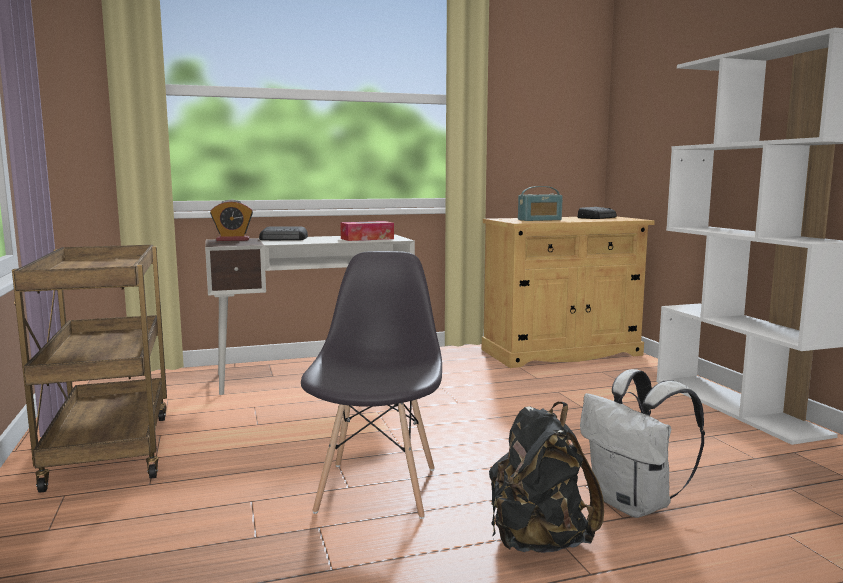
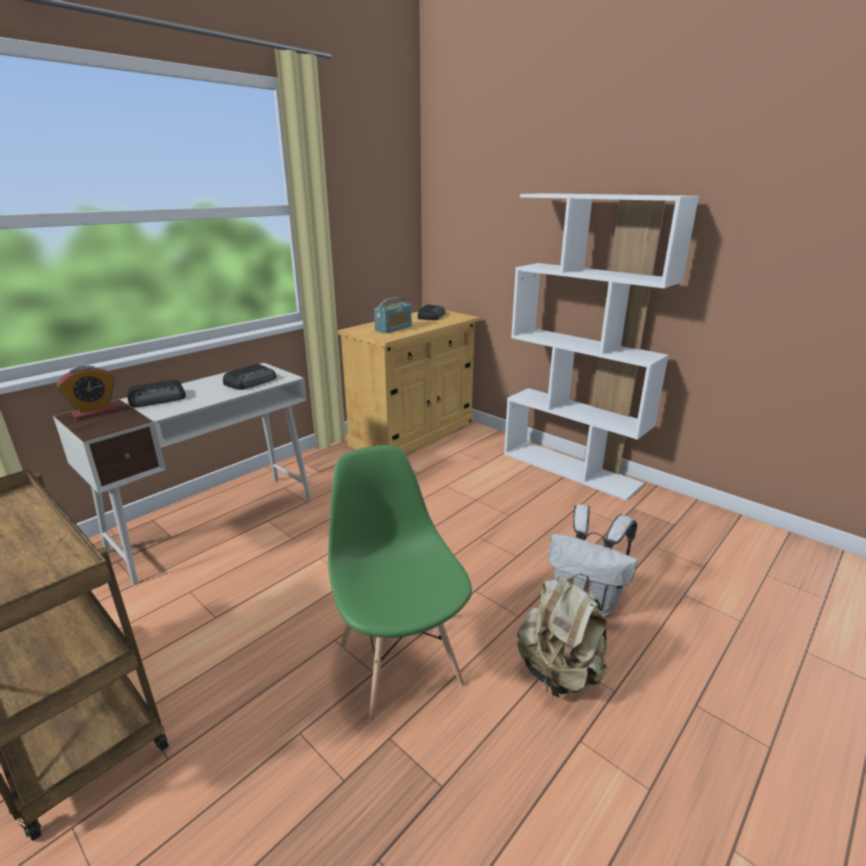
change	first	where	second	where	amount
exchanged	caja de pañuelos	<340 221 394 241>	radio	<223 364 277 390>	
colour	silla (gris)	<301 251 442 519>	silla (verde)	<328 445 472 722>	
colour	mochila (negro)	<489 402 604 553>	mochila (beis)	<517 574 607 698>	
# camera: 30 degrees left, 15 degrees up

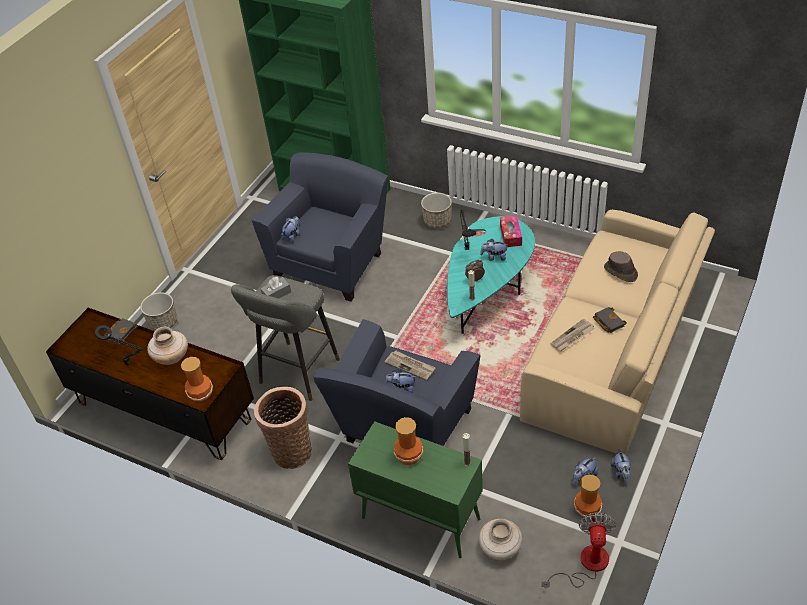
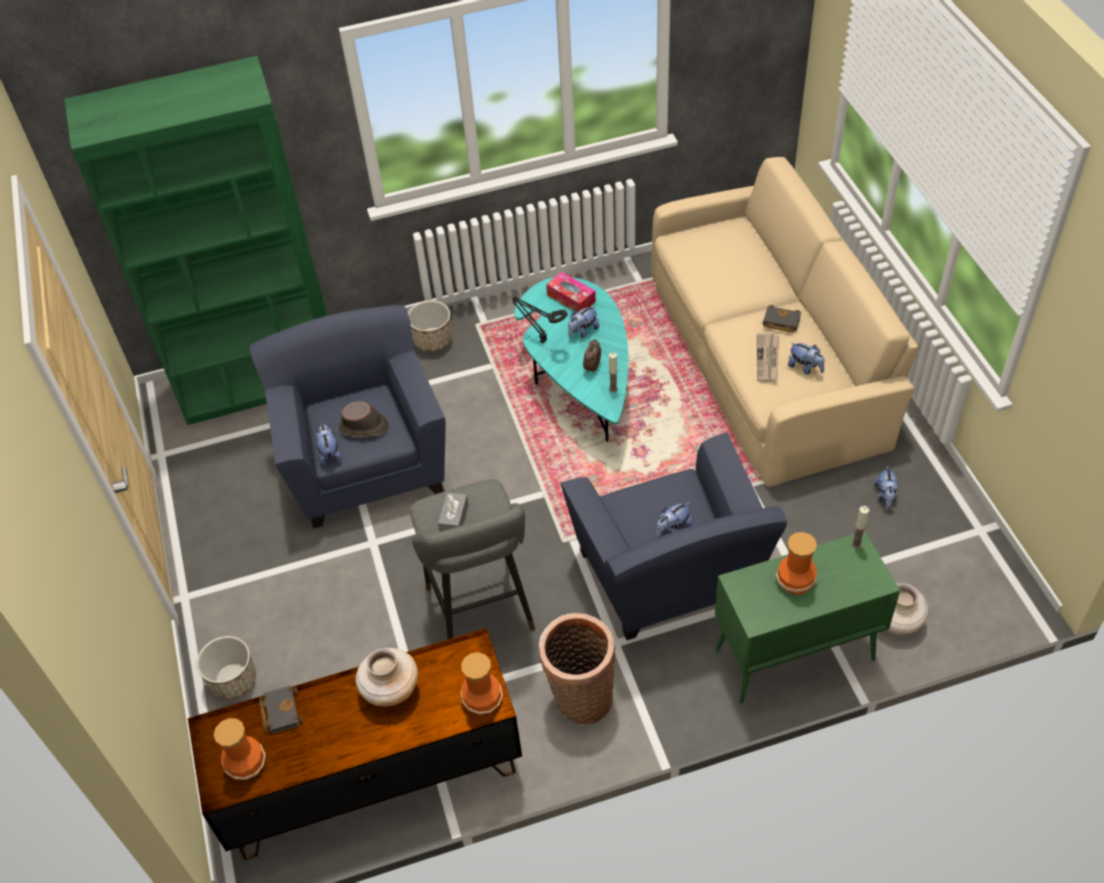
change	first	where	second	where	amount
relocated	florero	<574 474 602 518>		<214 718 266 780>	
relocated	sombrero (marrón)	<604 251 638 282>		<338 401 389 437>	
relocated	peluche	<611 449 631 484>		<788 342 824 375>	
missing	lámpara de mesa (negro)	<95 325 143 365>			
missing	periódico	<385 350 436 380>			
missing	ventilador	<542 513 616 588>			
# camera: 45 degrees left, 5 degrees up

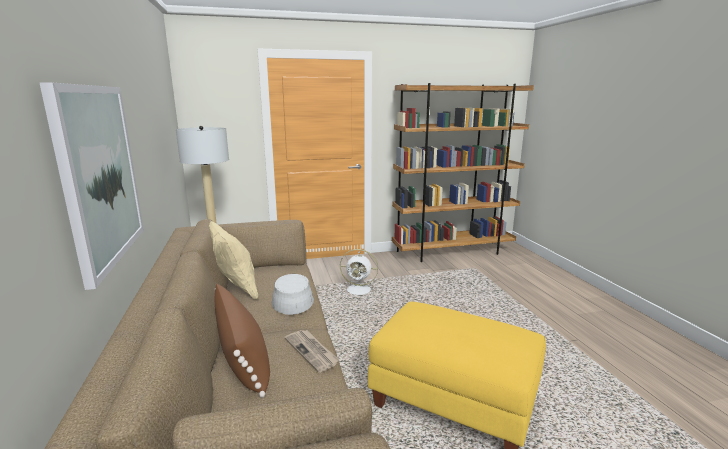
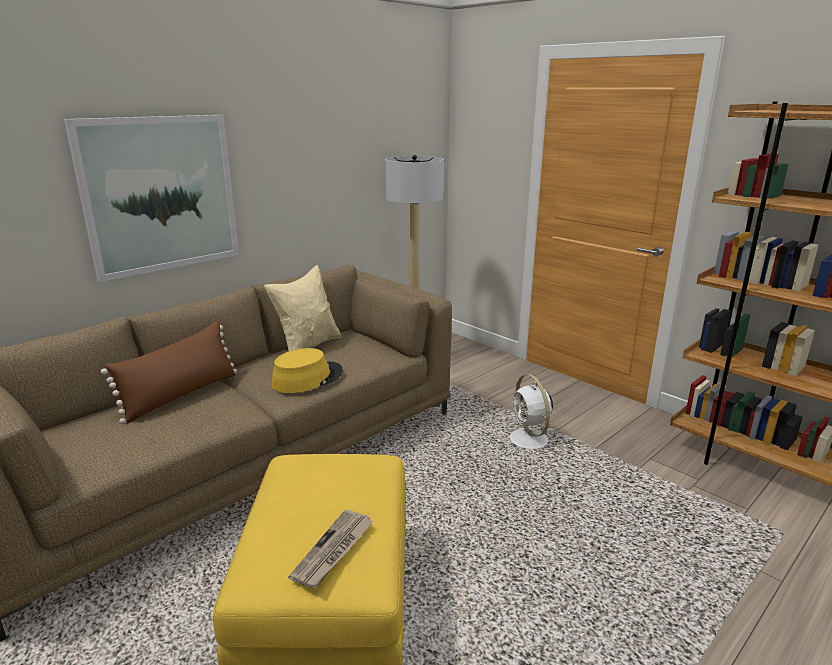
change	first	where	second	where	amount
colour	sombrero (gris)	<272 274 314 315>	sombrero (amarillo)	<271 348 342 393>	
relocated	periódico	<285 330 340 372>		<288 509 373 588>	
# camera: 60 degrees right, 5 degrees up

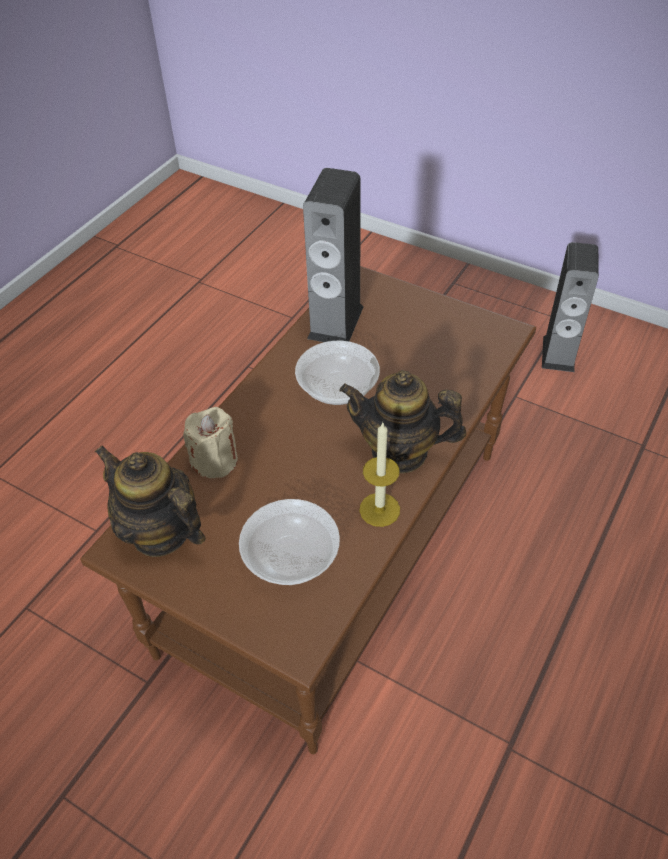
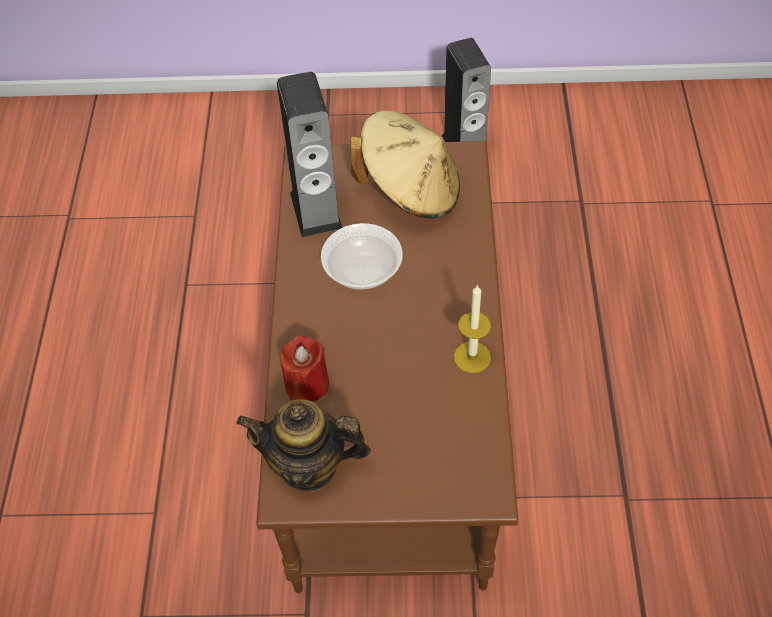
change	first	where	second	where	amount
colour	vela (beis)	<183 407 238 478>	vela (rojo)	<280 336 329 402>	
appeared			sombrero (beis)	<350 110 460 219>	
missing	cuenco	<239 499 340 585>			
missing	tetera	<339 370 466 473>			
# camera: 30 degrees left, 5 degrees up

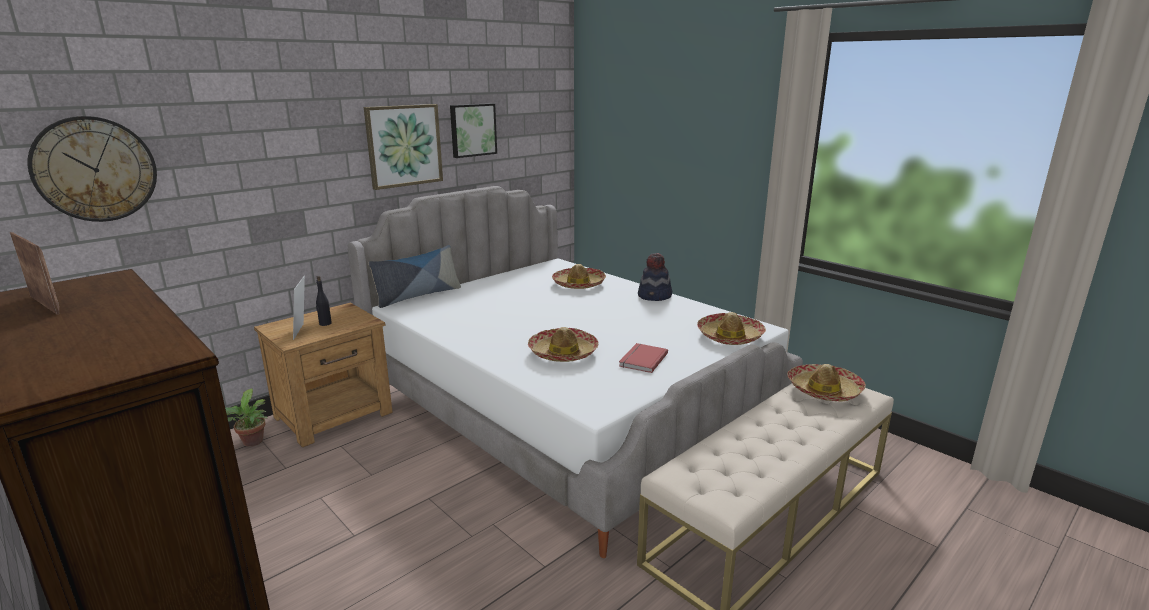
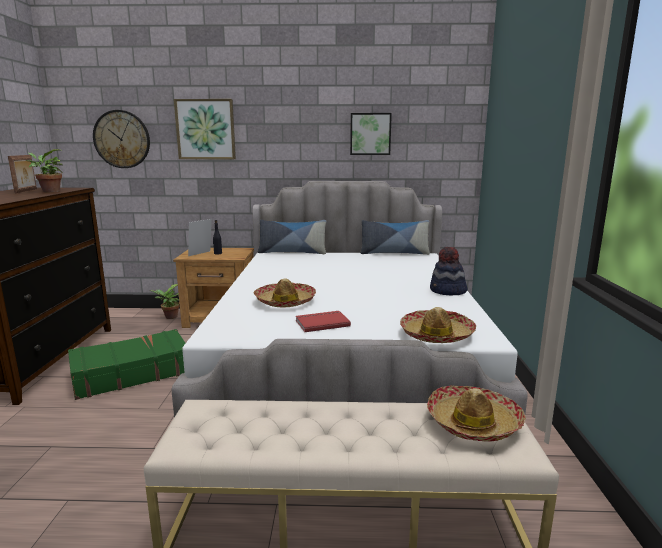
change	first	where	second	where	amount
appeared			planta en maceta	<26 149 63 192>	
appeared			maleta (verde)	<68 329 185 400>	
relocated	cuadro	<364 104 443 190>		<174 99 236 159>	
appeared			cojín	<360 220 430 255>	
missing	sombrero	<552 264 606 289>			
# camera: 45 degrees right, 5 degrees down

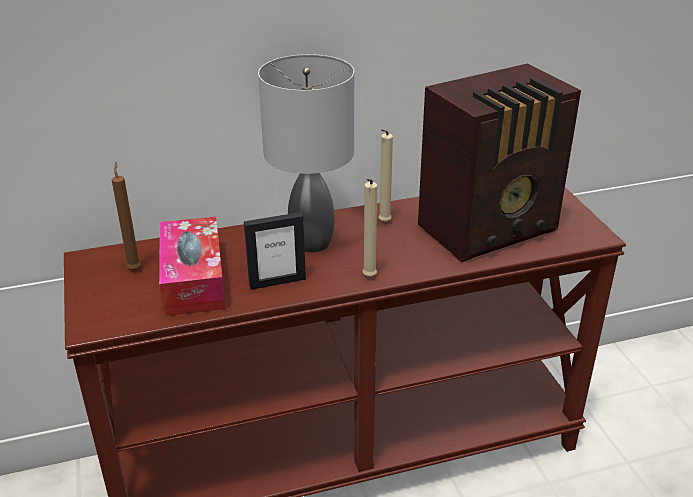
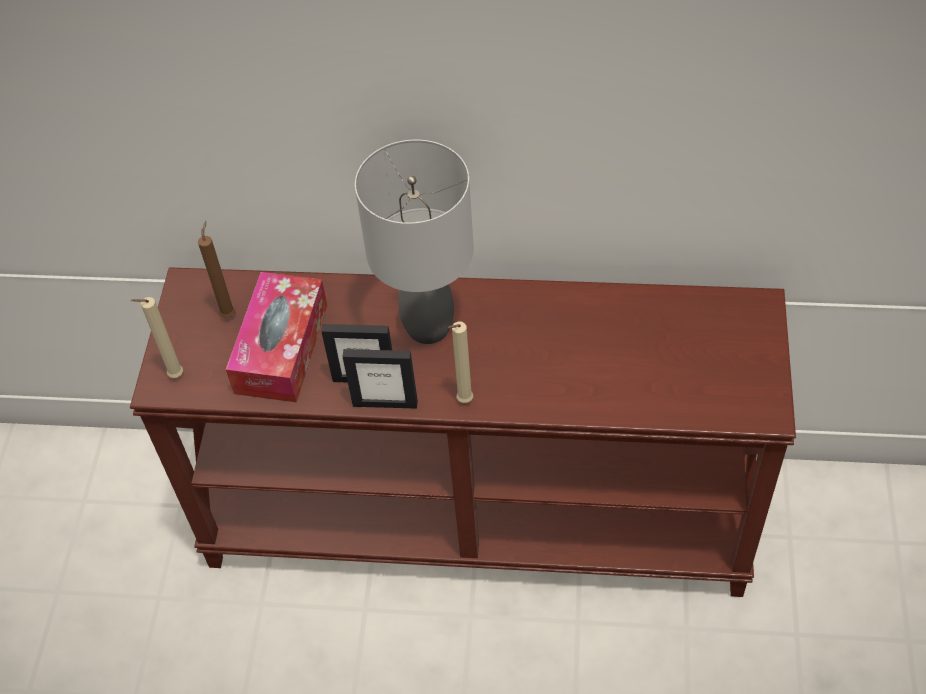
change	first	where	second	where	amount
relocated	vela (beis)	<378 129 393 222>		<130 297 183 378>	
appeared			portarretratos	<342 349 418 409>	
missing	radio	<418 64 581 262>			
# camera: 25 degrees right, 20 degrees up

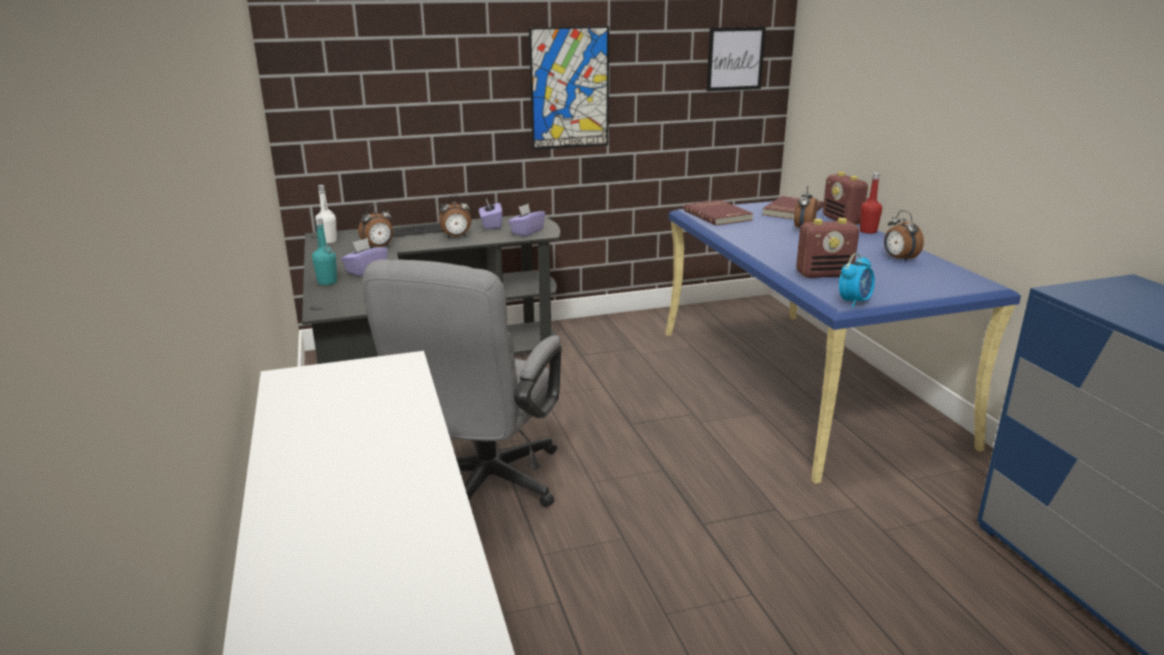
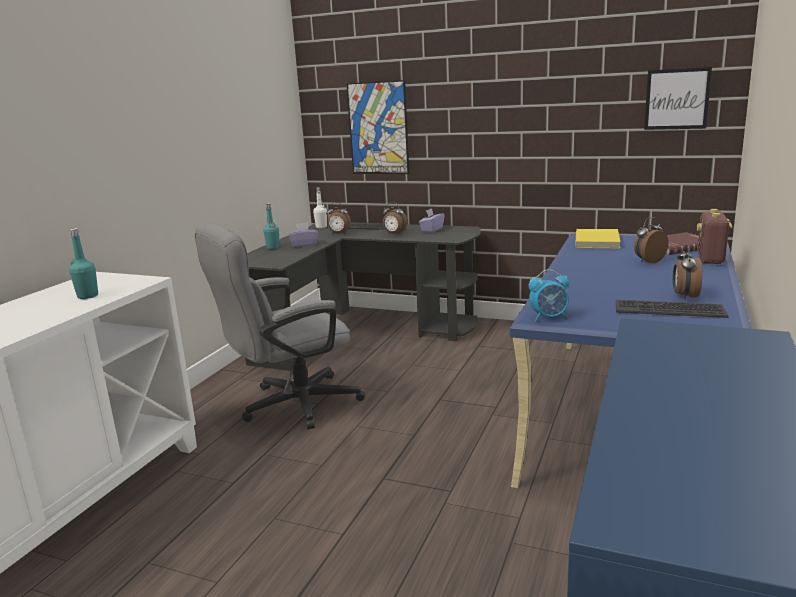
change	first	where	second	where	amount
appeared			botella (turquesa)	<69 228 98 299>	
relocated	cuadro	<529 26 609 150>		<346 80 409 174>	
colour	libro (rojo)	<684 200 754 226>	libro (amarillo)	<575 229 621 249>	
appeared			teclado	<616 300 729 318>	
missing	caja de pañuelos (morado)	<508 204 545 236>			
missing	radio	<796 218 859 278>			
missing	botella (rojo)	<860 173 882 234>			
# camera: 40 degrees right, 5 degrees down

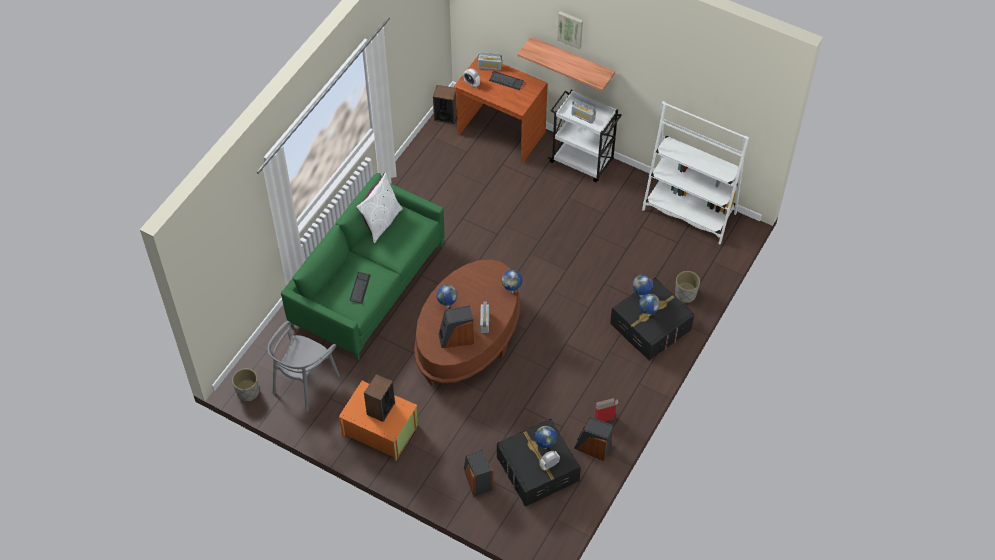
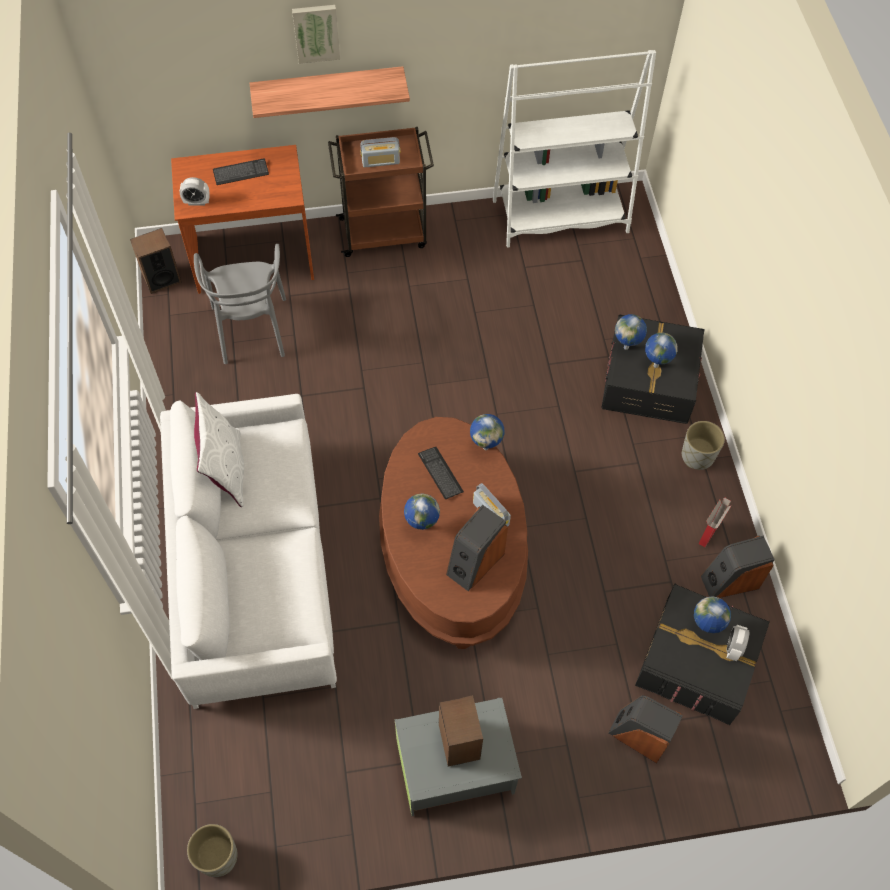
change	first	where	second	where	amount
colour	sofá (verde)	<281 173 444 361>	sofá (blanco)	<160 394 337 709>	
relocated	silla (gris)	<268 321 340 411>		<194 244 286 364>	
colour	carrito (blanco)	<548 90 622 182>	carrito (marrón)	<328 127 434 257>	
colour	caja de almacenaje (naranja)	<339 380 418 461>	caja de almacenaje (gris)	<395 698 522 816>	
relocated	teclado	<350 272 371 304>		<418 447 464 499>	
relocated	maceta (gris)	<675 271 700 303>		<682 421 725 470>	
missing	radio	<478 52 502 71>			
# camera: 40 degrees left, 5 degrees up

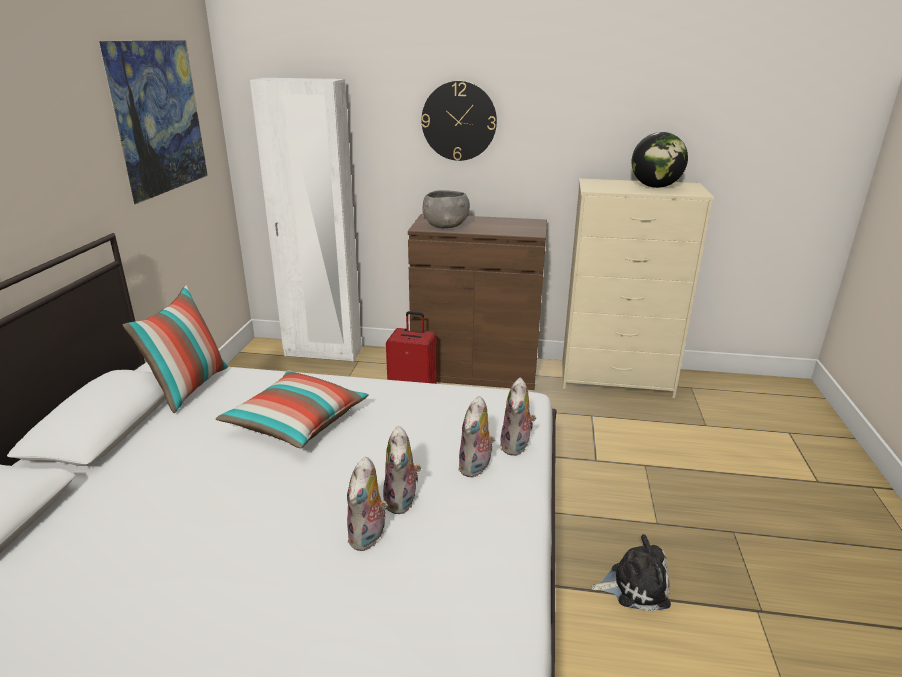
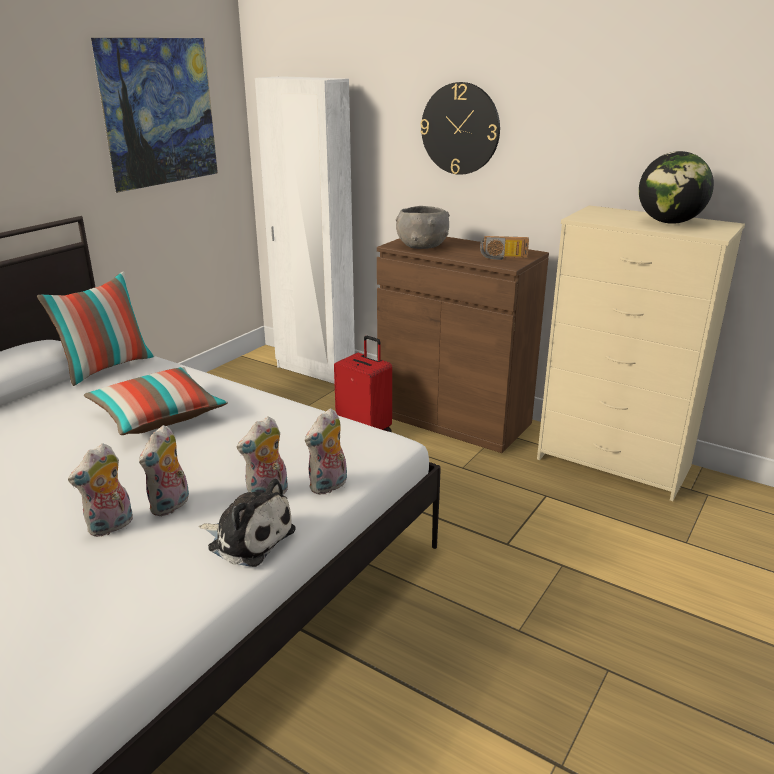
change	first	where	second	where	amount
relocated	peluche	<591 534 671 612>		<199 478 296 567>	
appeared			radio	<480 236 529 260>	
# camera: 25 degrees right, 0 degrees up

